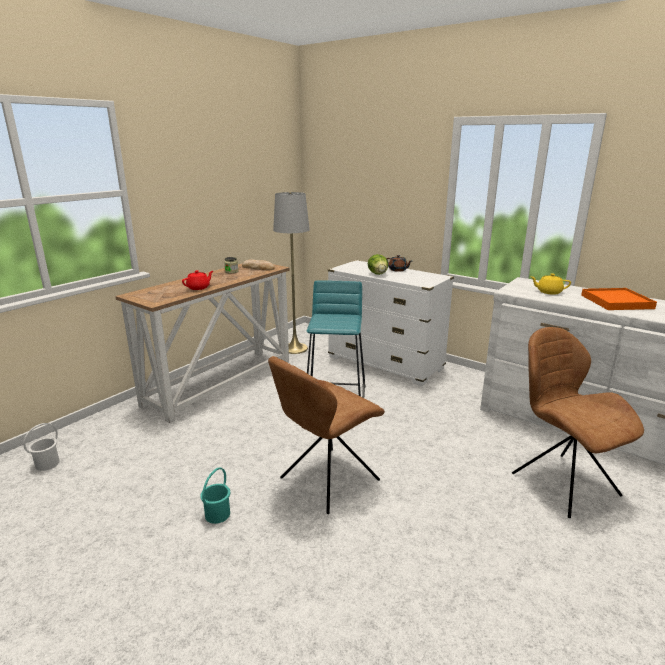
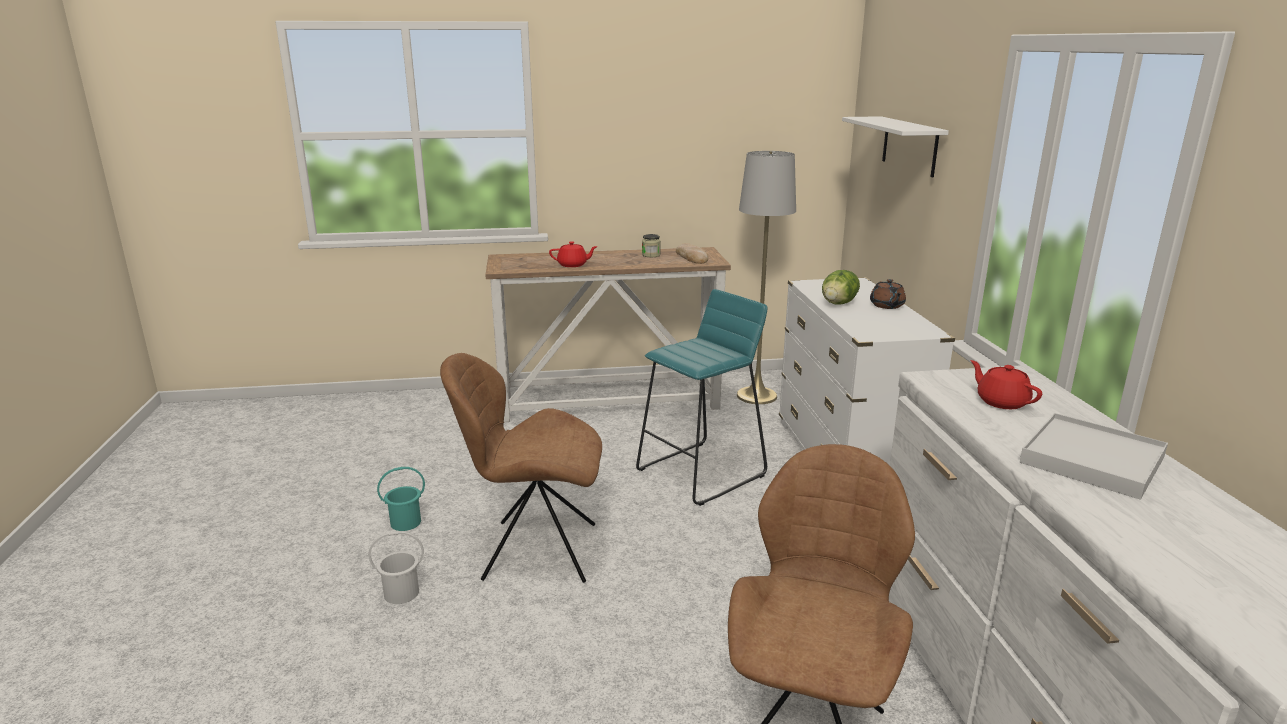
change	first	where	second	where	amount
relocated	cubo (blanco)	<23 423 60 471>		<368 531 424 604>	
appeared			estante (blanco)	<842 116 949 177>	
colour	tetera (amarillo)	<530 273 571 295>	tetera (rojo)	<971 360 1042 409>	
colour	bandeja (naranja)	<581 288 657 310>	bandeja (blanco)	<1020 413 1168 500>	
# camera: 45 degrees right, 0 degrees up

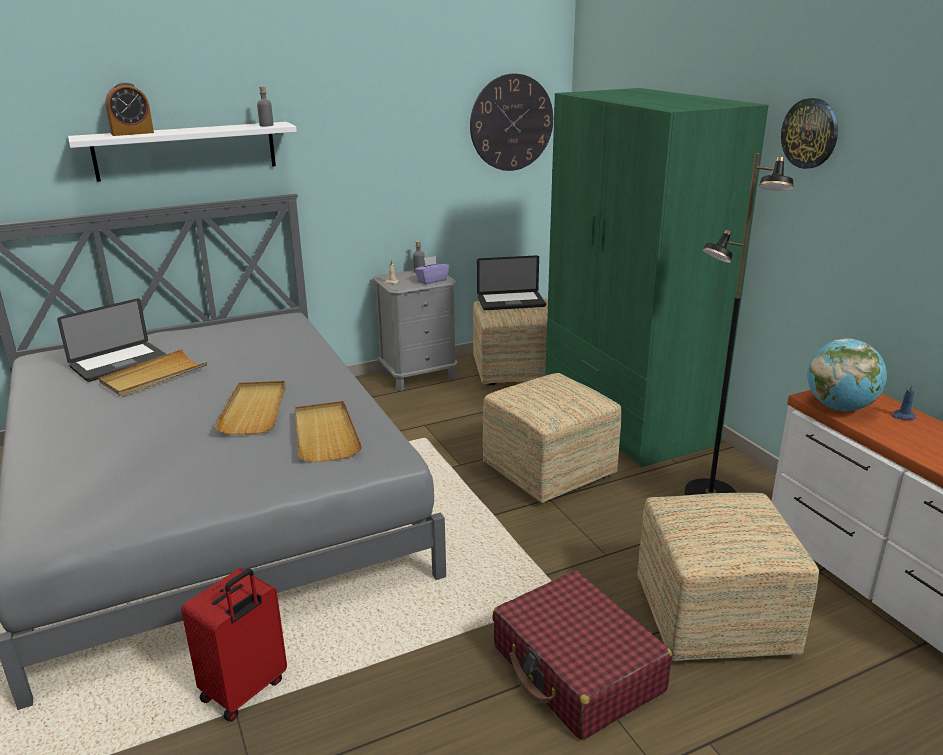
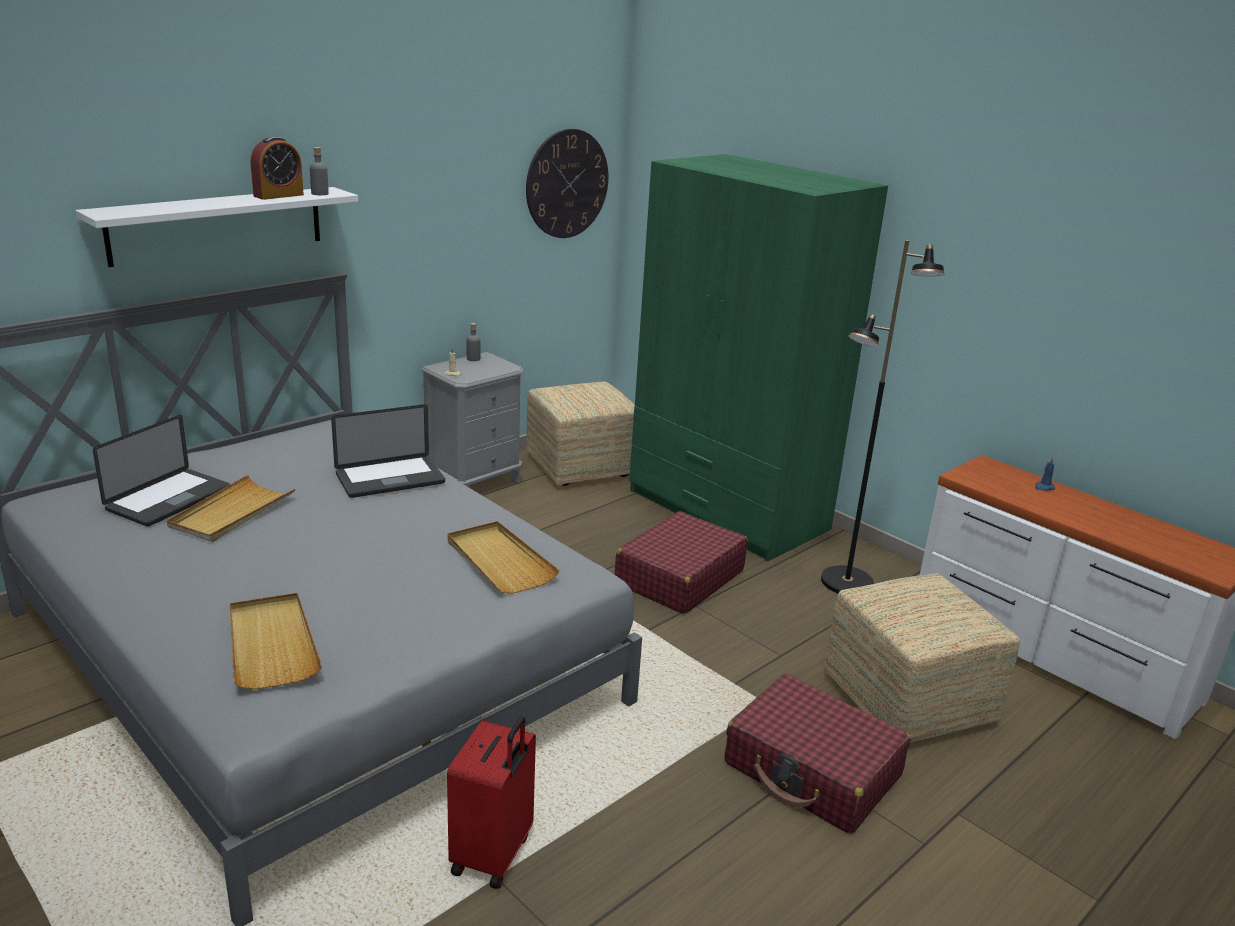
change	first	where	second	where	amount
relocated	bandeja (beis)	<214 381 286 434>		<230 593 322 689>	
relocated	despertador	<105 82 154 136>		<251 136 304 200>	
relocated	portátil	<477 255 546 310>		<331 404 445 498>	
exchanged	puf	<483 373 621 503>	maleta (rojo)	<615 511 748 614>	
missing	caja de pañuelos (morado)	<414 256 449 284>			
missing	reloj de pared	<781 98 838 169>			
missing	globo terráqueo	<807 338 887 411>			
# camera: 20 degrees left, 0 degrees up

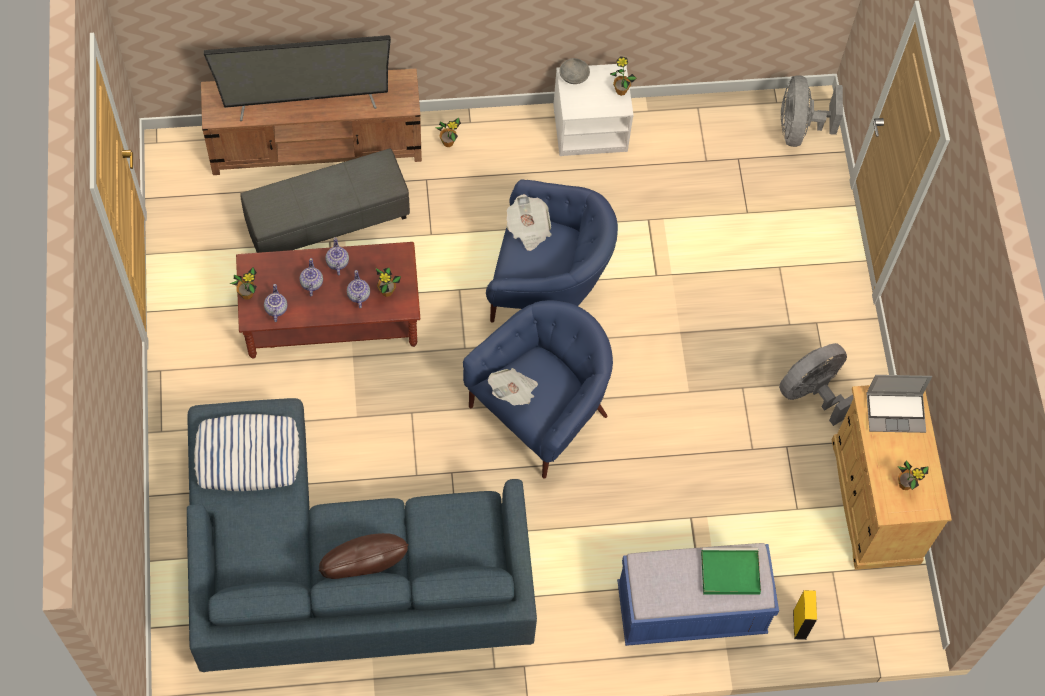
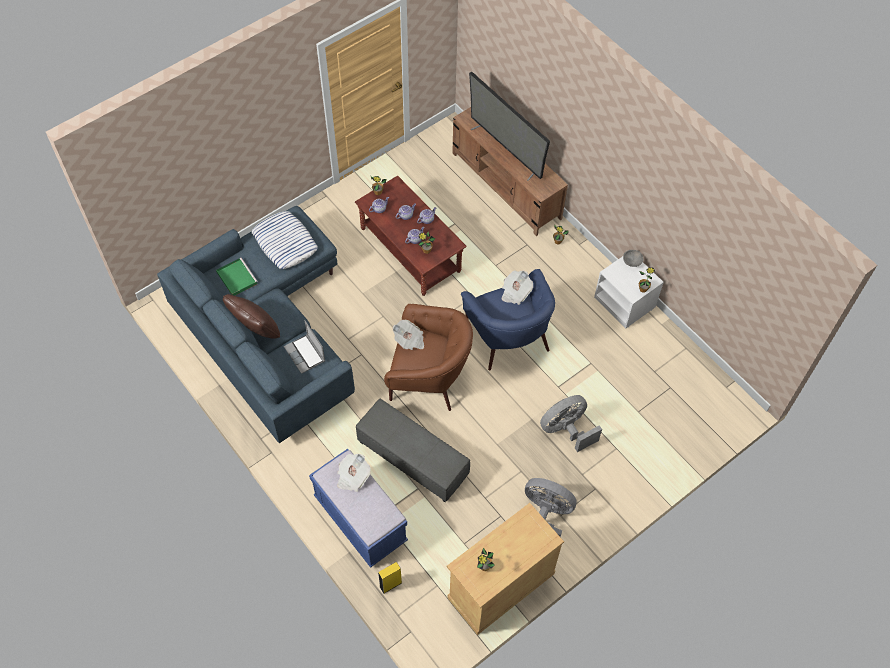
change	first	where	second	where	amount
relocated	bandeja (verde)	<701 547 761 594>		<216 258 258 296>	
relocated	portátil	<866 375 932 433>		<284 320 325 374>	
appeared			periódico	<337 454 371 492>	
relocated	puf (gris)	<240 148 410 253>		<356 399 470 502>	
colour	sillón (azul)	<463 300 613 478>	sillón (marrón)	<384 304 473 411>	
relocated	ventilador (gris)	<781 75 843 147>		<540 395 602 452>	
# camera: 60 degrees right, 5 degrees down

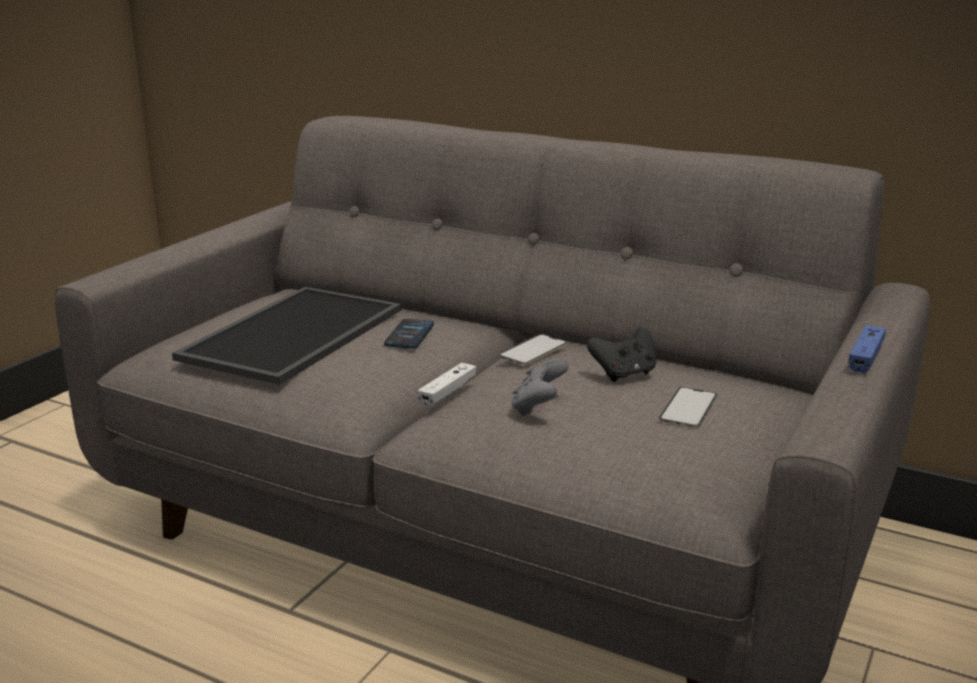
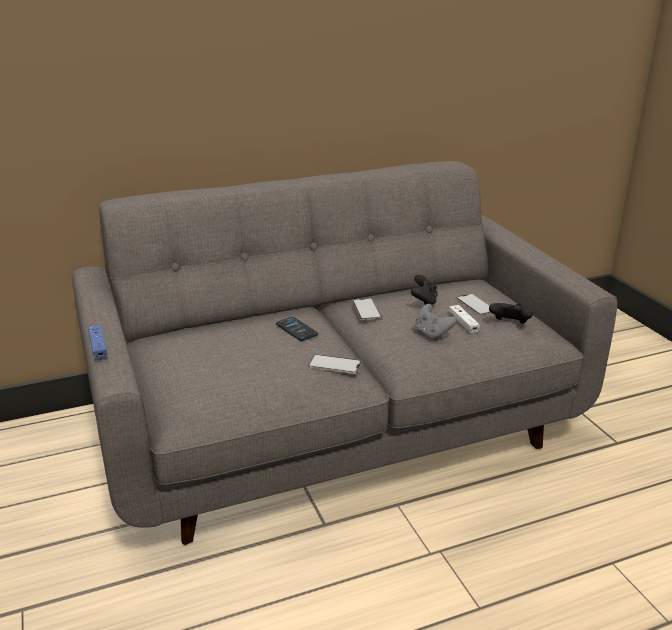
change	first	where	second	where	amount
relocated	mando de consola (azul)	<848 325 886 373>		<88 325 107 360>	
appeared			móvil	<308 354 362 374>	
relocated	mando de consola (blanco)	<418 363 477 407>		<449 305 480 333>	
appeared			mando de consola (negro)	<489 303 533 324>	
missing	bandeja	<172 287 401 385>			
# camera: 50 degrees left, 5 degrees up

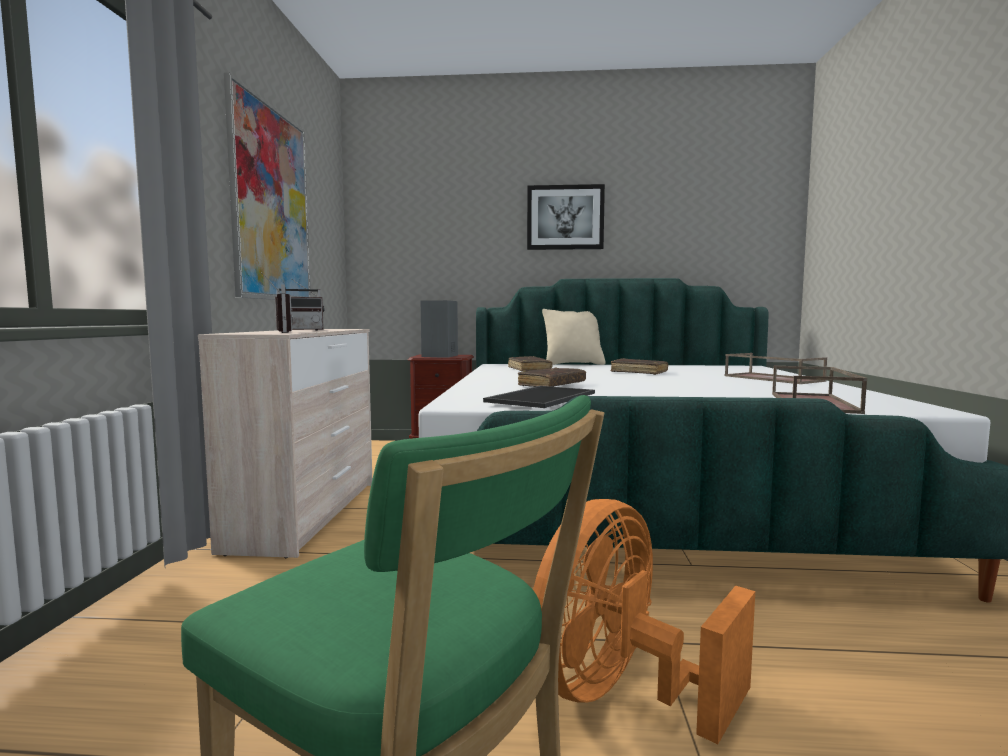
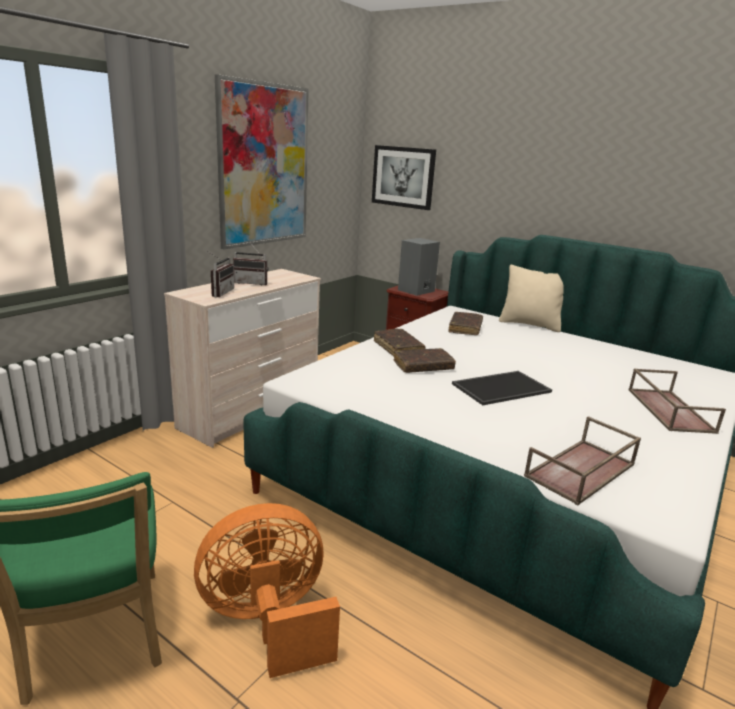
change	first	where	second	where	amount
relocated	cuadro	<527 184 605 250>		<372 145 436 210>	
relocated	libro (marrón)	<610 358 668 375>		<374 329 425 357>	
relocated	bandeja	<483 386 595 408>		<452 371 552 405>	
# camera: 30 degrees right, 15 degrees up

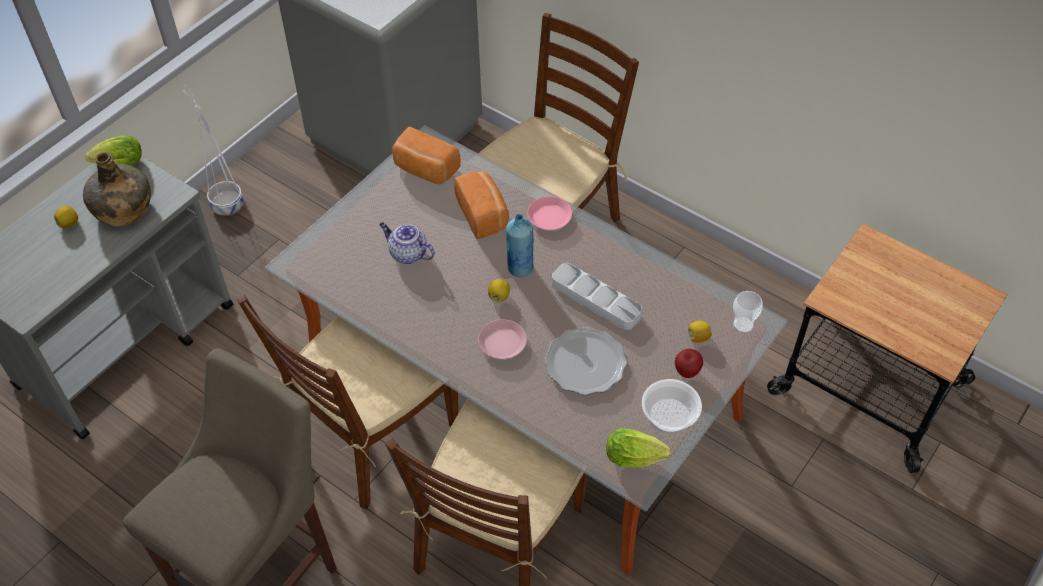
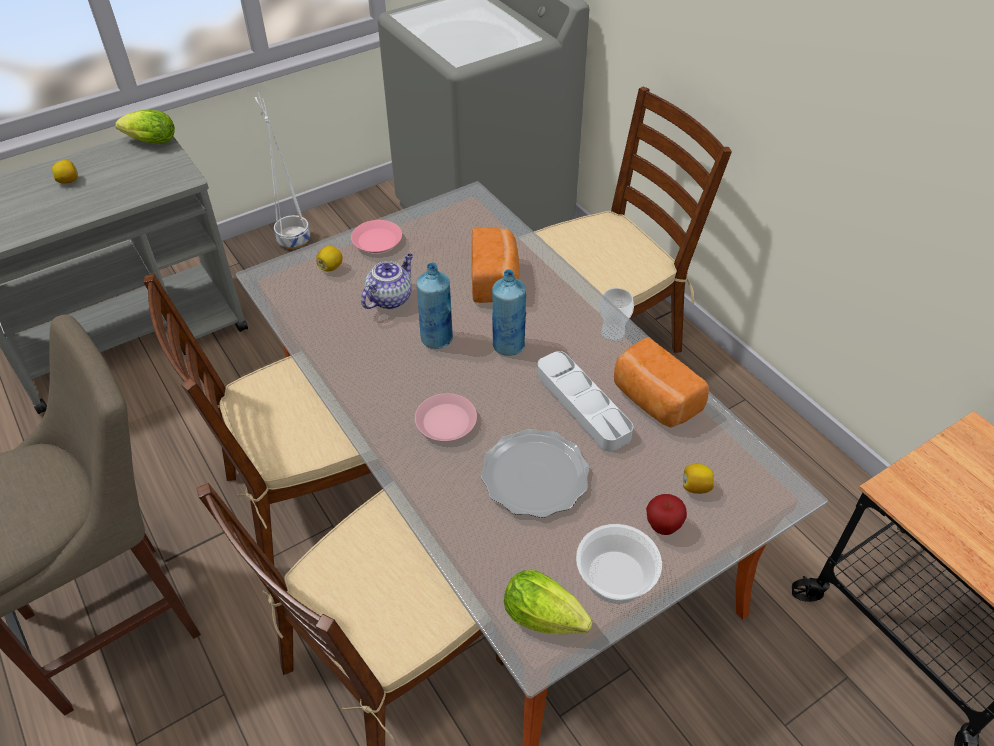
change	first	where	second	where	amount
relocated	limón	<488 279 510 302>		<316 246 342 272>	
relocated	plato (rosa)	<527 196 572 230>		<351 220 402 253>	
spun	tetera	<379 222 435 264>		<361 254 413 309>	75 degrees clockwise
appeared			botella (azul)	<416 263 453 349>	
relocated	taza	<733 291 763 333>		<599 288 634 341>	
relocated	pan	<392 127 461 184>		<614 337 709 427>	
missing	botella (verde)	<83 152 151 227>			
# camera: 20 degrees right, 5 degrees down

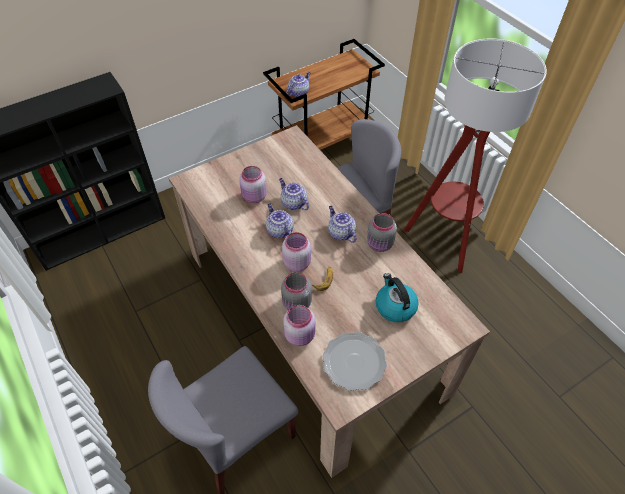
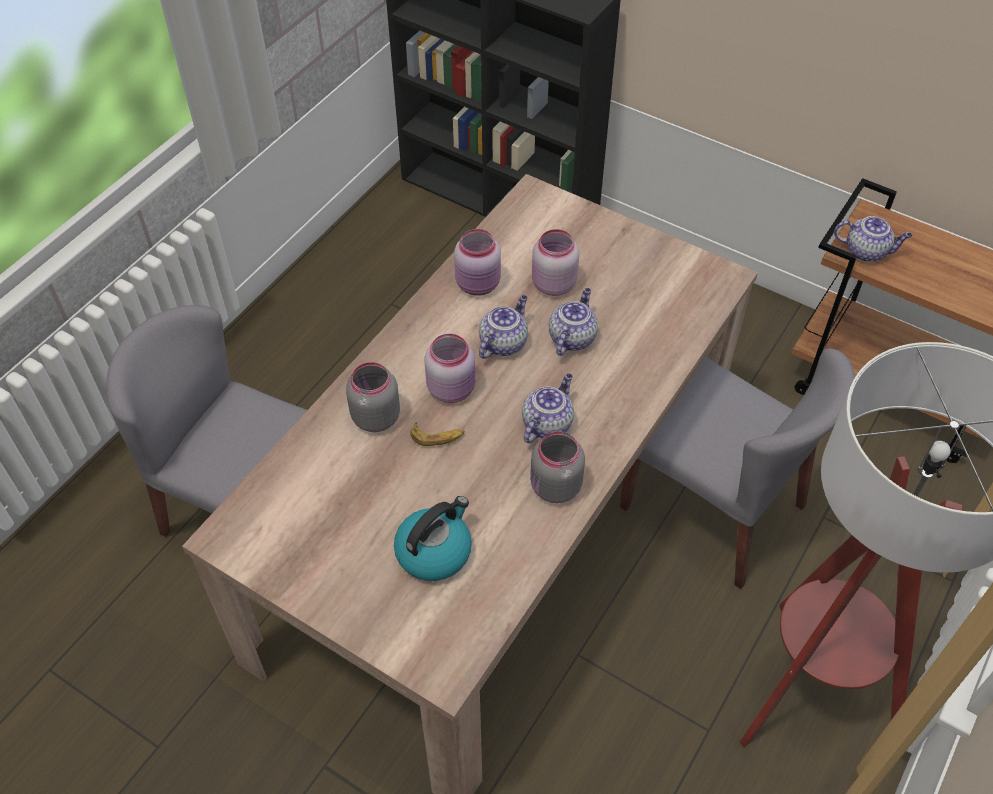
change	first	where	second	where	amount
relocated	tarro (rosa)	<283 305 315 346>		<454 229 501 296>	
missing	plato	<323 332 387 391>			
# camera: 65 degrees right, 0 degrees up

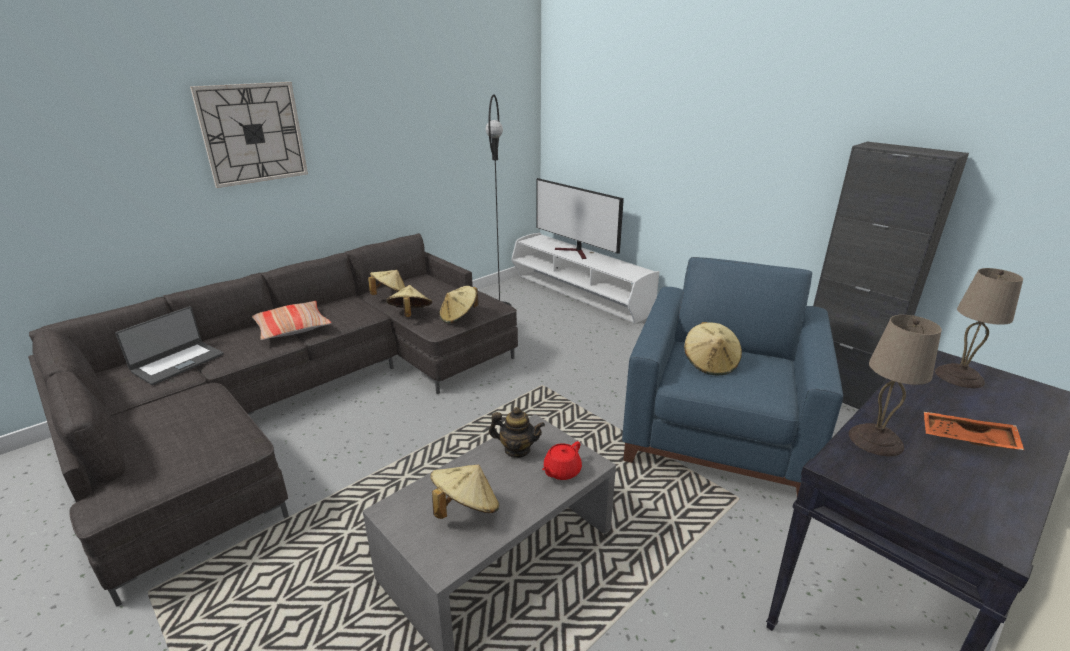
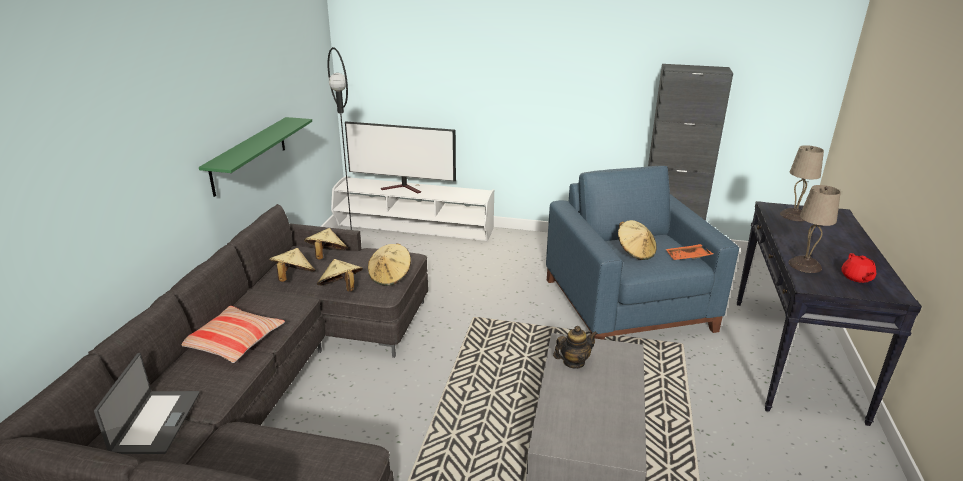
change	first	where	second	where	amount
appeared			estante (verde)	<199 117 312 197>	
relocated	sombrero (beis)	<430 464 499 519>		<304 228 348 260>	
relocated	bandeja (naranja)	<924 412 1025 451>		<666 244 713 260>	
relocated	tetera (rojo)	<542 441 582 480>		<841 253 876 283>	
missing	reloj de pared	<190 82 308 188>			
# camera: 35 degrees left, 0 degrees up

